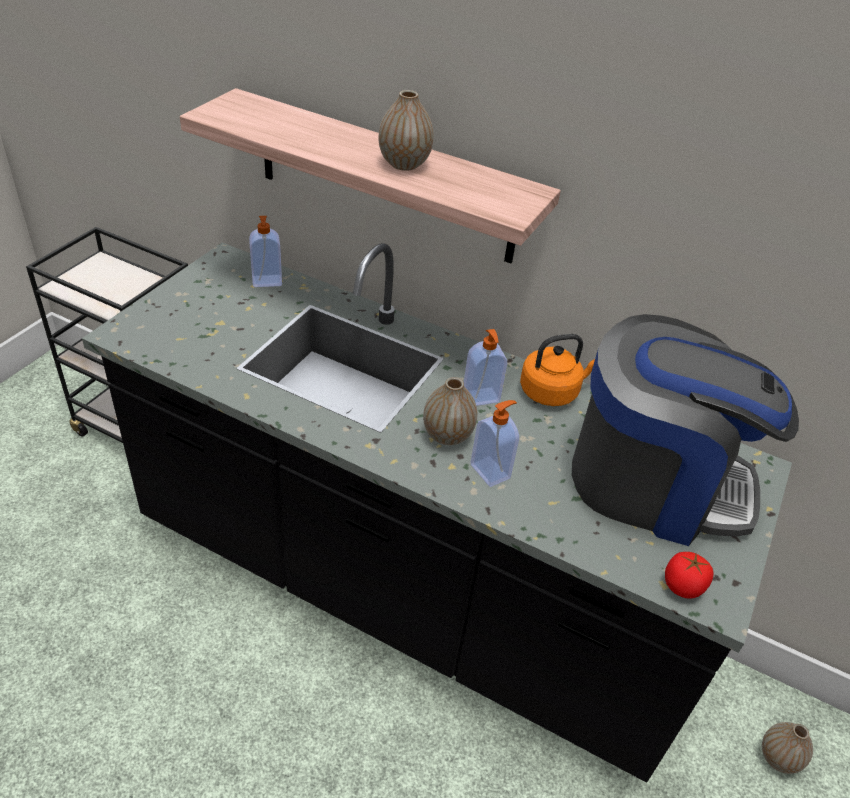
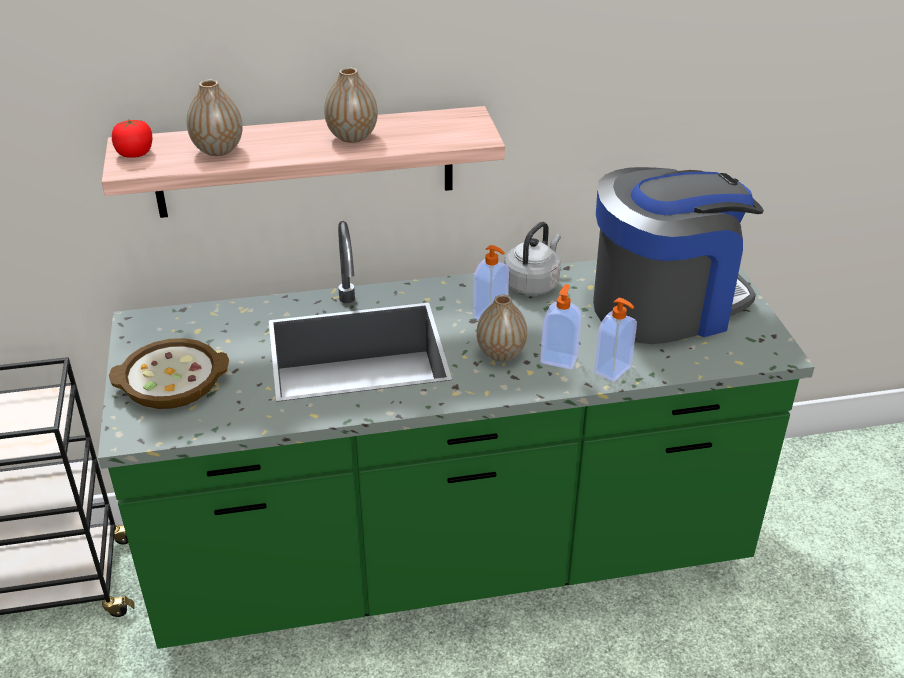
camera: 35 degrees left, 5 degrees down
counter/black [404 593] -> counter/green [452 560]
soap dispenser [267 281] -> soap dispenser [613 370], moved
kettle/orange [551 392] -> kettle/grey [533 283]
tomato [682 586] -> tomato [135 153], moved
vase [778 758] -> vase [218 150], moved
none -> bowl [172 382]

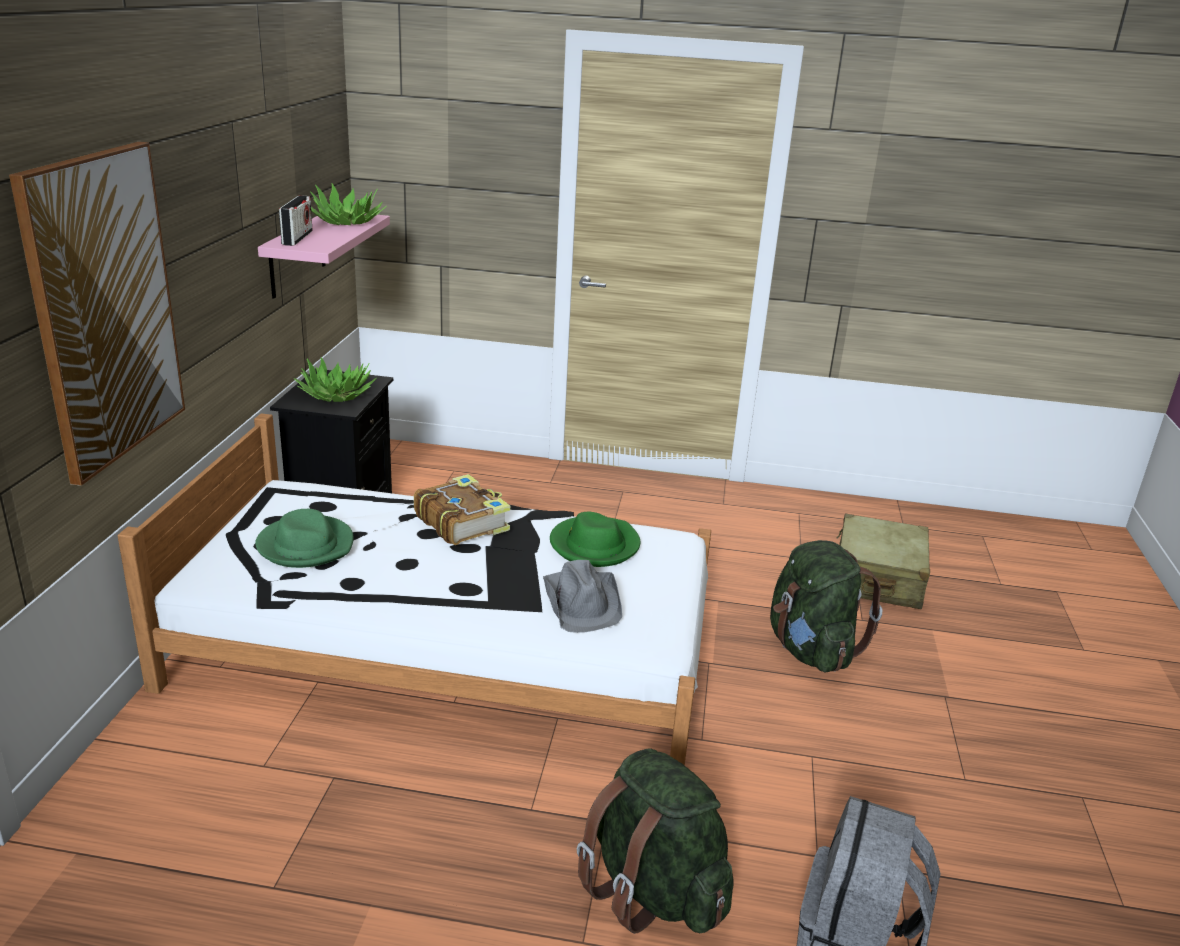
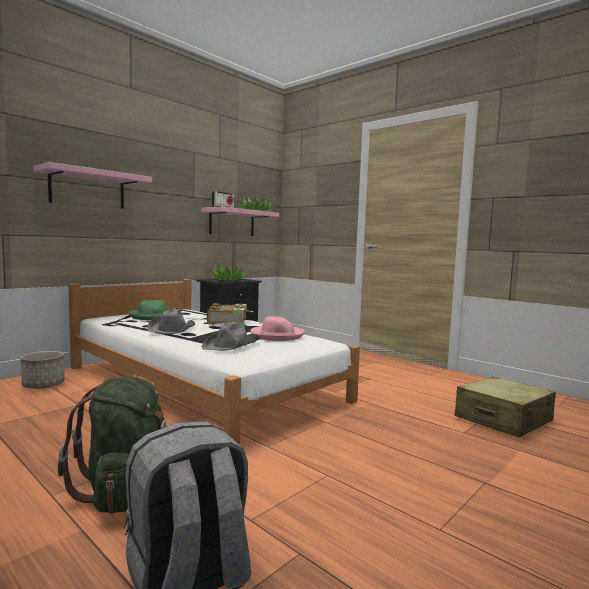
camera: 35 degrees right, 20 degrees down
picture [104 309] -> shelf/pink [87 189]
hat/green [594 545] -> hat/pink [277 335]
backpack/green [810 650] -> none
none -> planter [44 385]
none -> hat/grey [172 329]

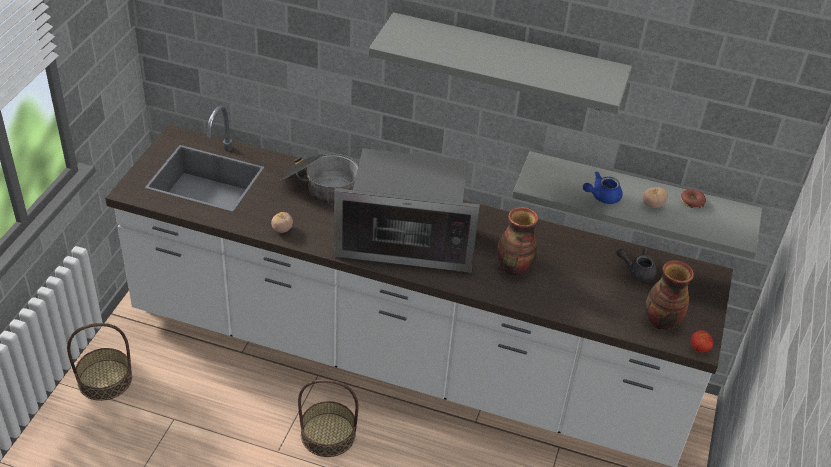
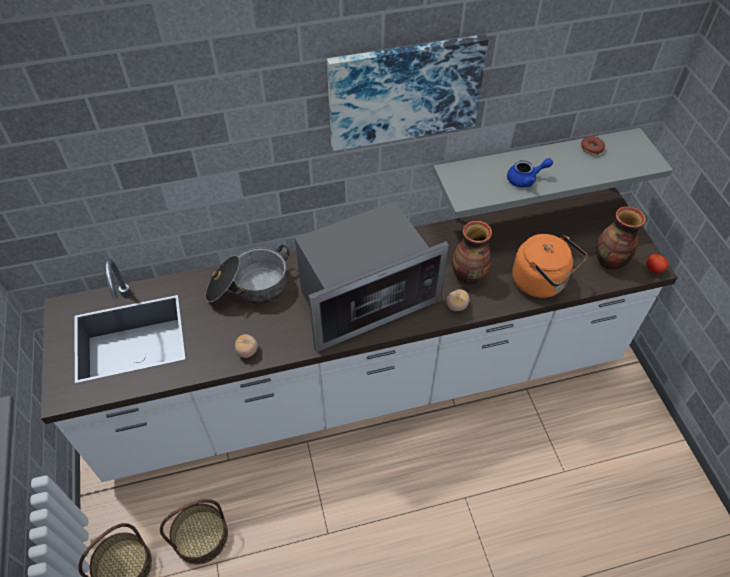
camera: 30 degrees left, 10 degrees up
basket [328 434] -> basket [201 536], moved
shelf/grey [506 62] -> picture [404 91]
teapot/blue [601 196] -> teapot/blue [525 179], 135 degrees counterclockwise
teapot/grey [636 271] -> none
tomato [652 205] -> tomato [456 306], moved
none -> kettle/orange [541 282]

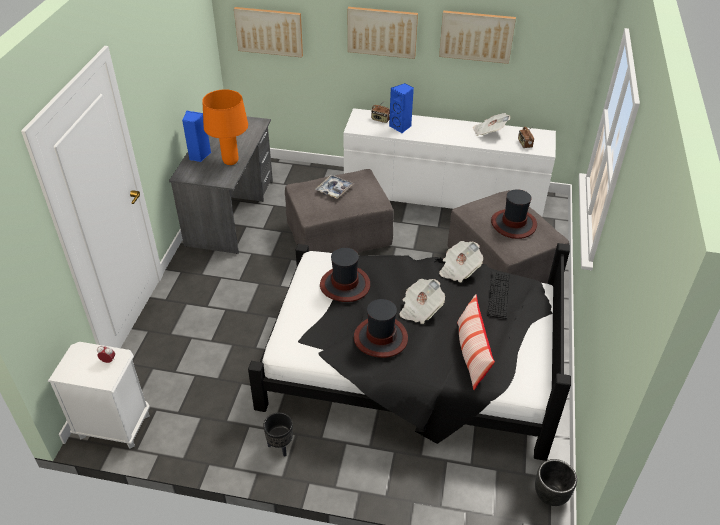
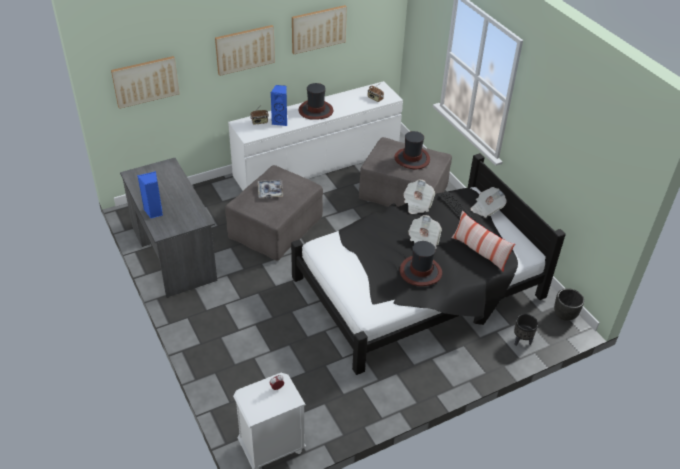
camera: 40 degrees left, 0 degrees up
table lamp/orange [230 161] -> none
planter/black [280 446] -> planter/black [521 341], moved
hat [345 285] -> hat [316 110], moved
newspaper [489 132] -> newspaper [487 209], moved

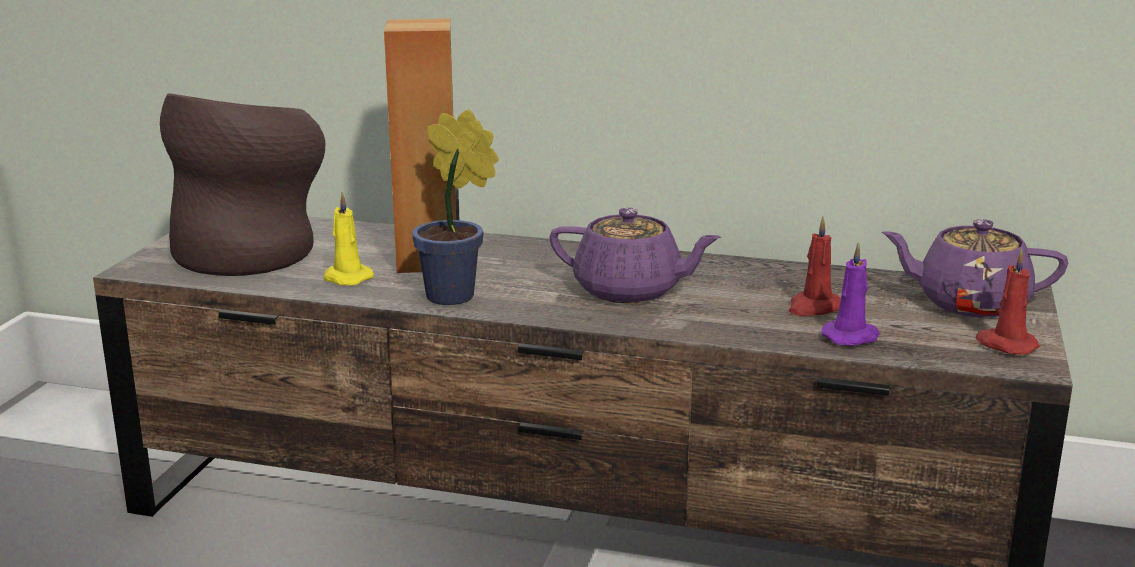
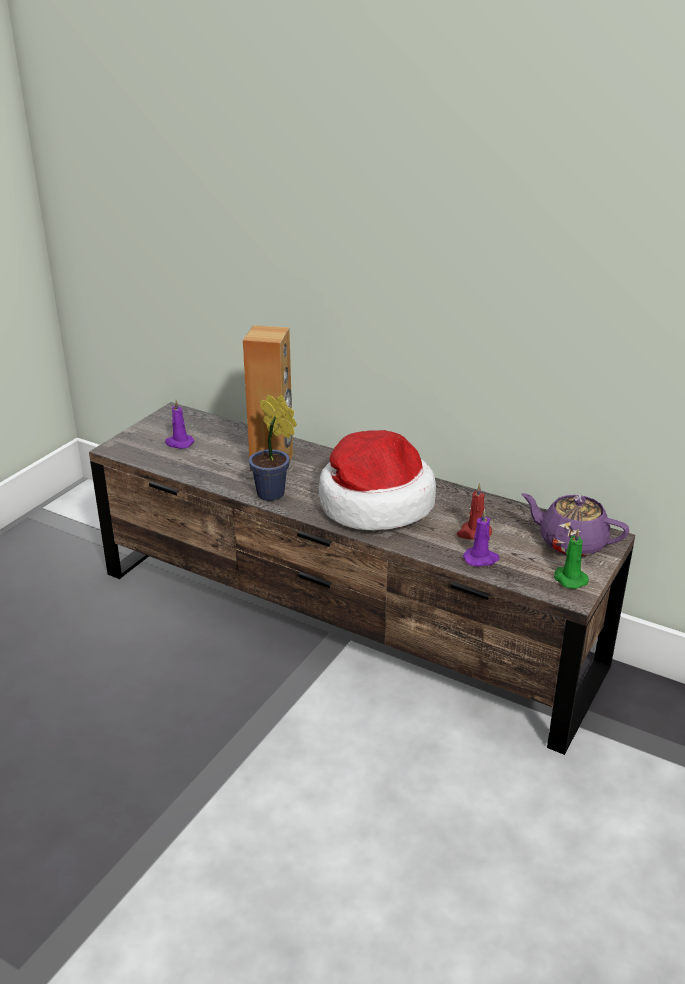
camera: 15 degrees right, 10 degrees up
vase/brown [253 252] -> candle/purple [179 443]
candle/yellow [346 278] -> none
teapot/purple [630 291] -> hat [374 503]
candle/red [1005 345] -> candle/green [569 579]

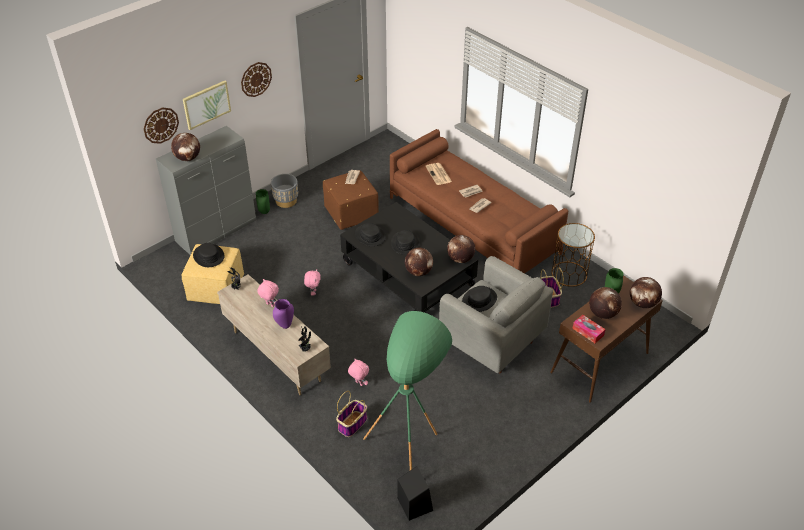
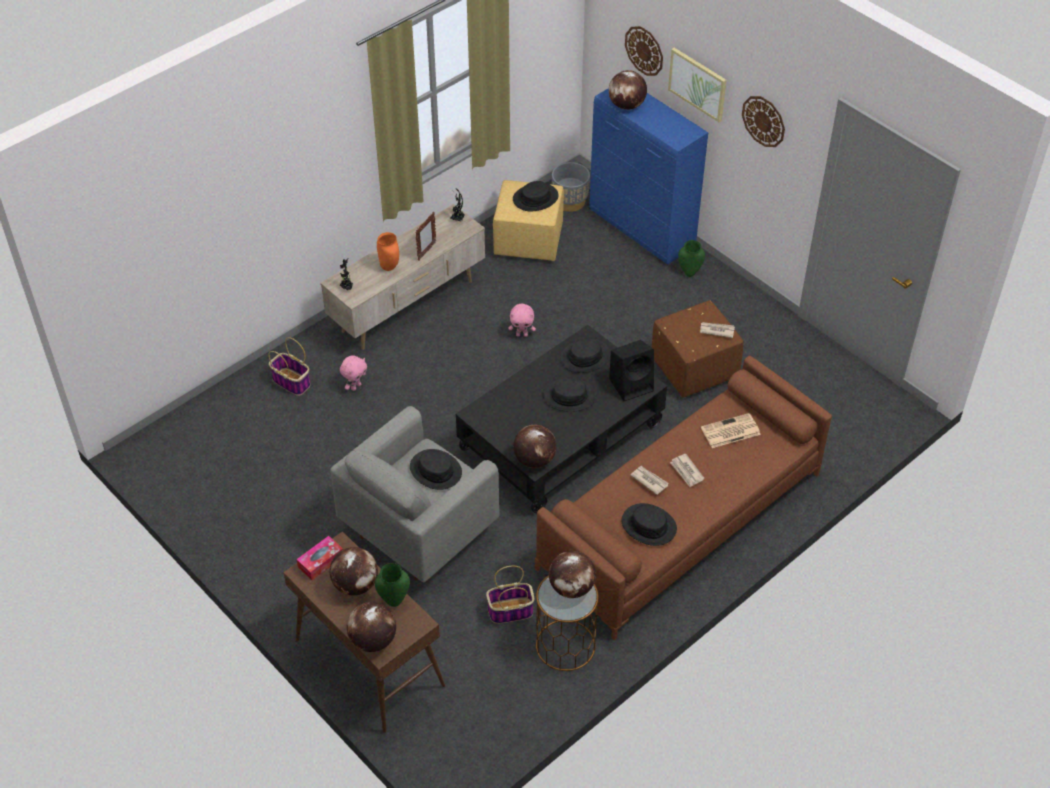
camera: 90 degrees right, 5 degrees up
cabinet/grey [217 232] -> cabinet/blue [642 229]
plush toy/pink [270 305] -> picture frame [426 251]
planter/grey [286 201] -> planter/grey [570 202], moved
vase/purple [285 326] -> vase/orange [389 267]
floor lamp/green [410 442] -> none
speaker/black [414 504] -> speaker/black [632 384], moved
globe [418 272] -> globe [572 588], moved
none -> hat/black [649 525]

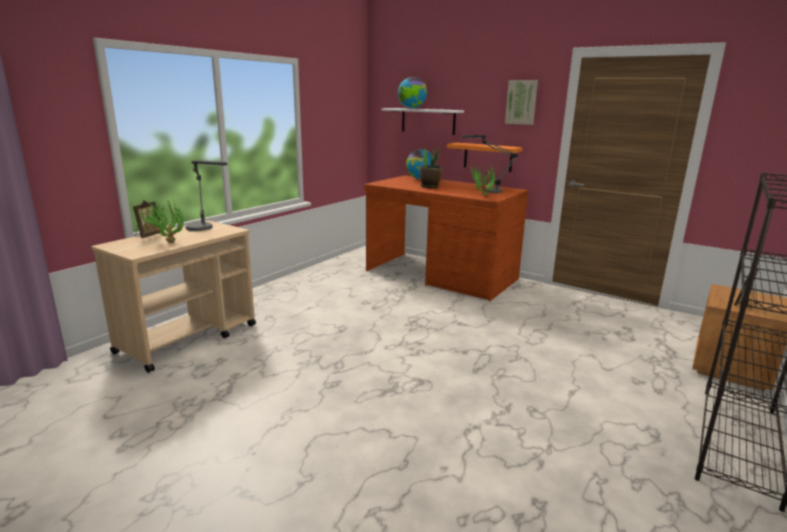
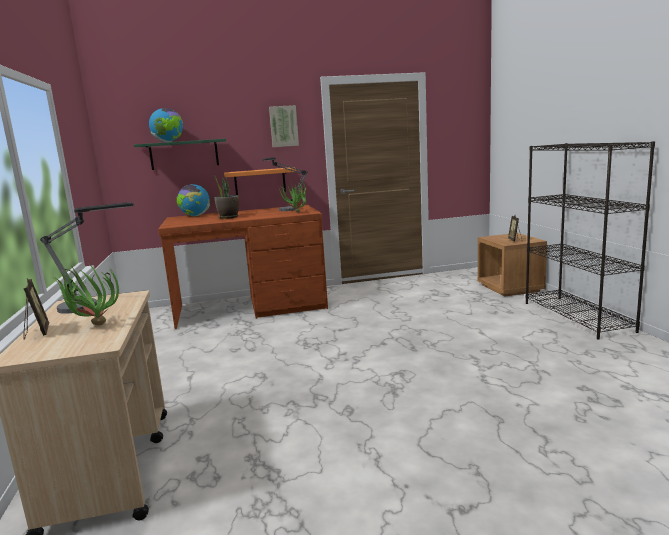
camera: 45 degrees left, 5 degrees down
shelf/white [428 121] -> shelf/green [184 154]

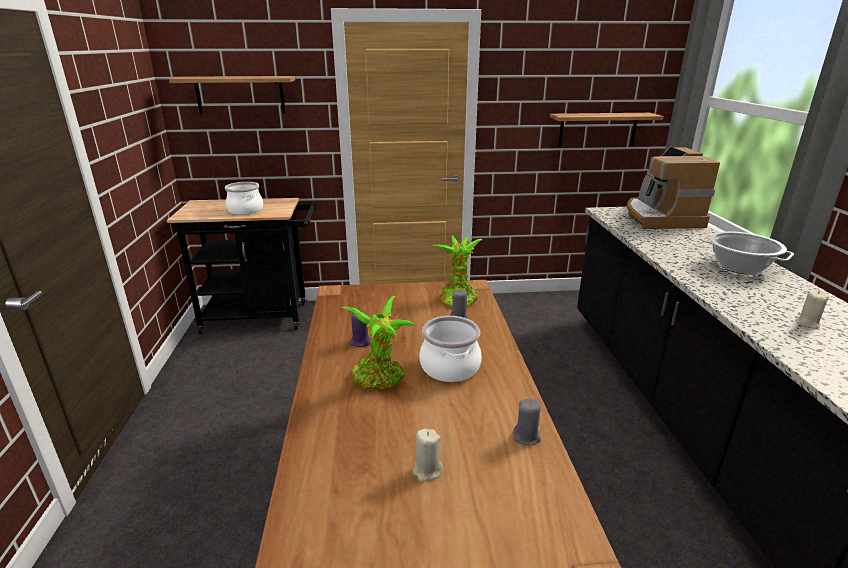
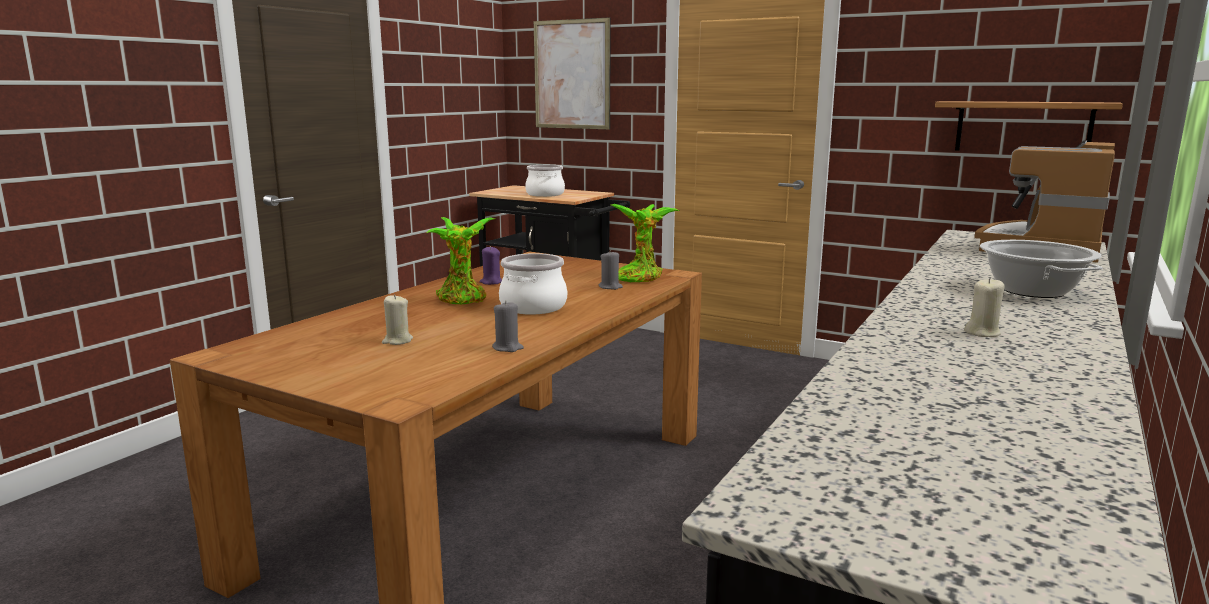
camera: 35 degrees right, 10 degrees down
shelf [240 95] -> picture [572 74]

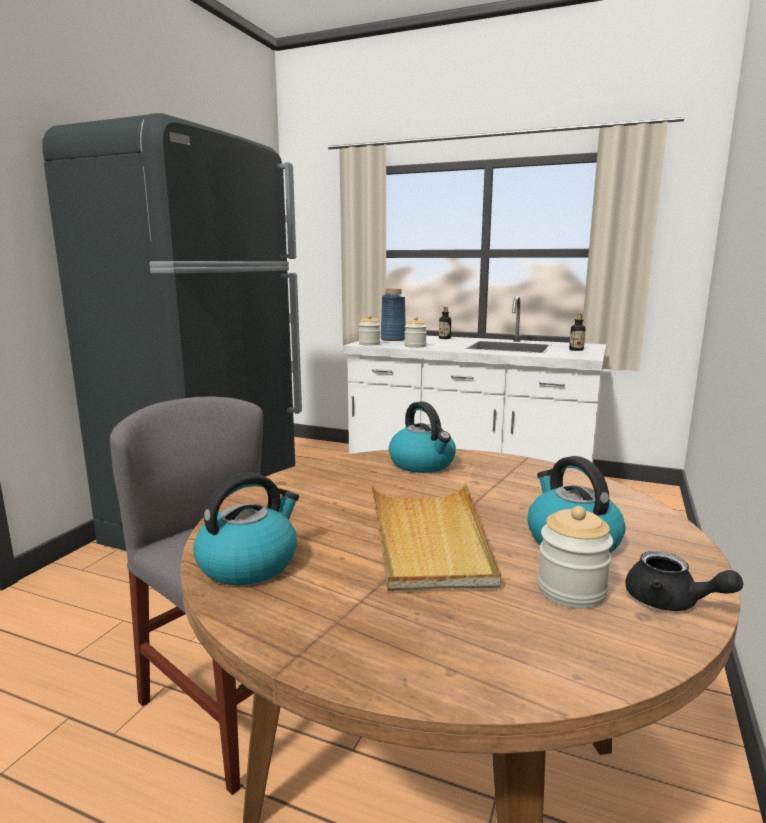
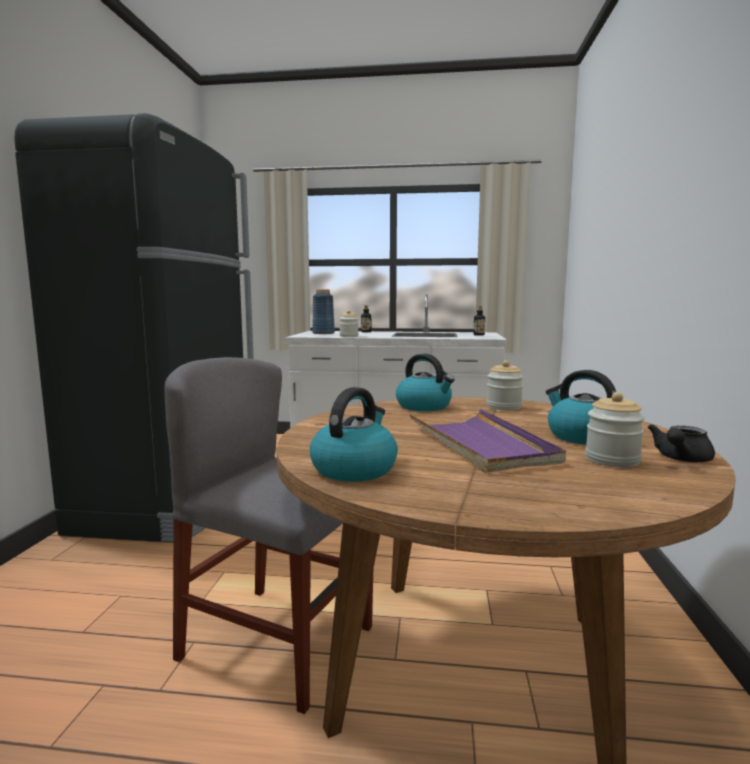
camera: 15 degrees left, 5 degrees down
jar [369 344] -> jar [503 407], moved
tray/beige [429 539] -> tray/purple [480 444]
teapot/black [670 602] -> teapot/black [680 459], 105 degrees clockwise

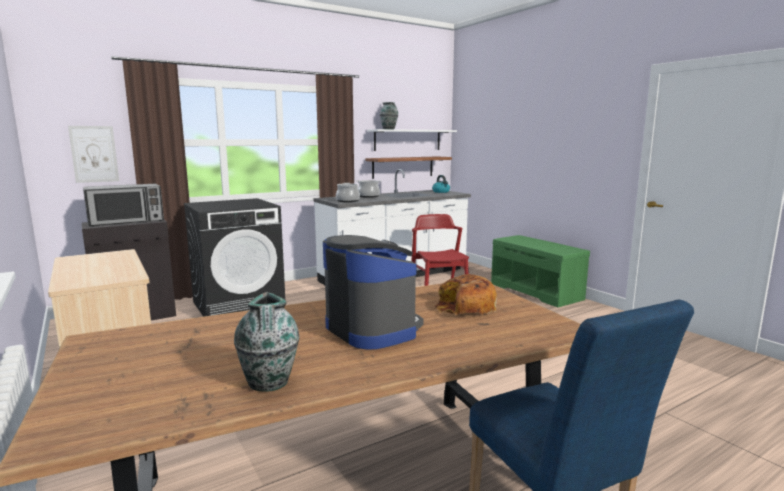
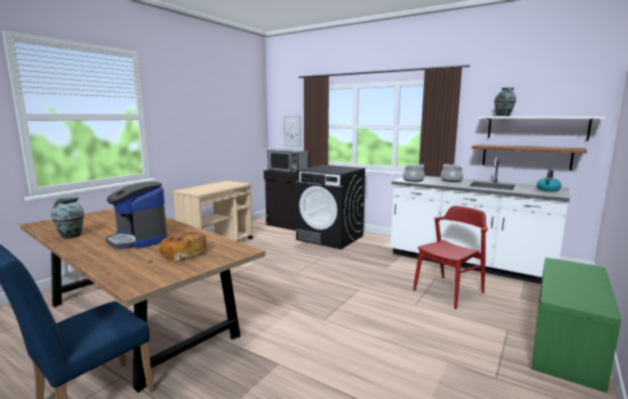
camera: 65 degrees right, 0 degrees up
coffee machine [372 329] -> coffee machine [139 240], 105 degrees clockwise

